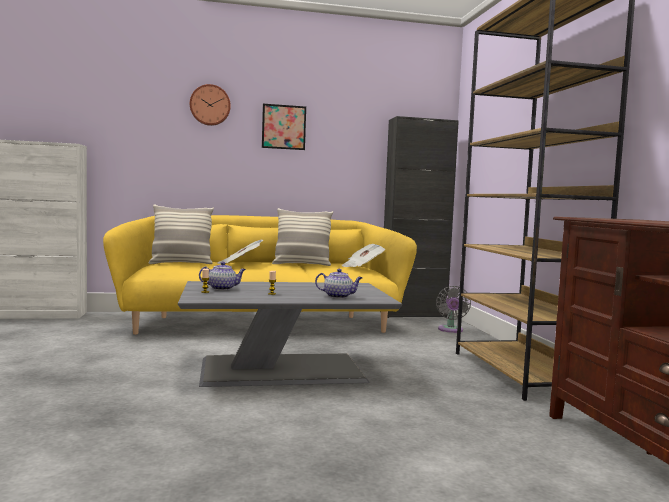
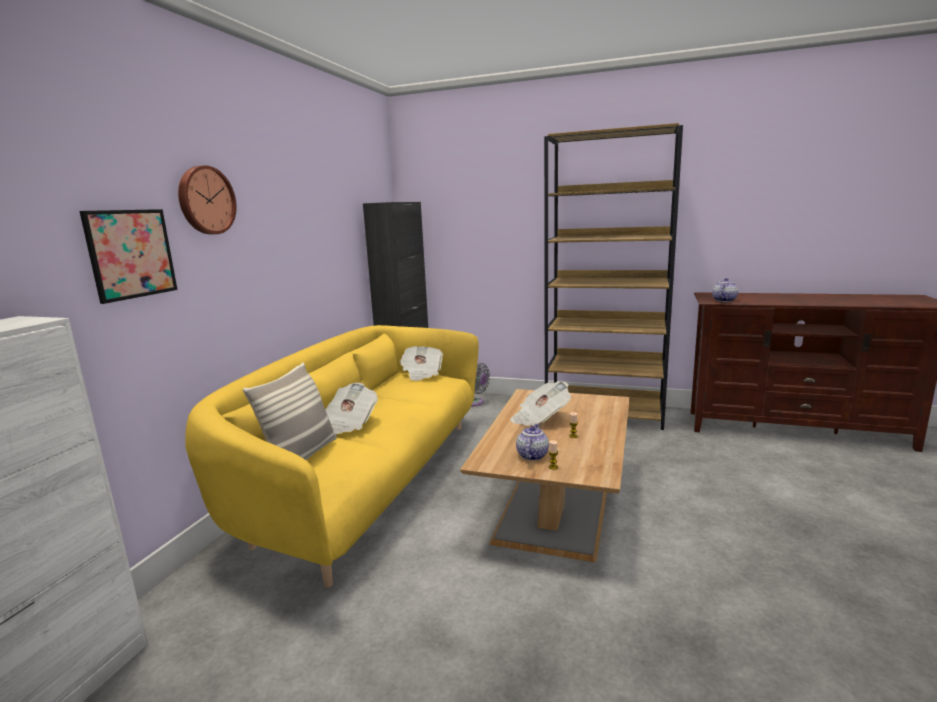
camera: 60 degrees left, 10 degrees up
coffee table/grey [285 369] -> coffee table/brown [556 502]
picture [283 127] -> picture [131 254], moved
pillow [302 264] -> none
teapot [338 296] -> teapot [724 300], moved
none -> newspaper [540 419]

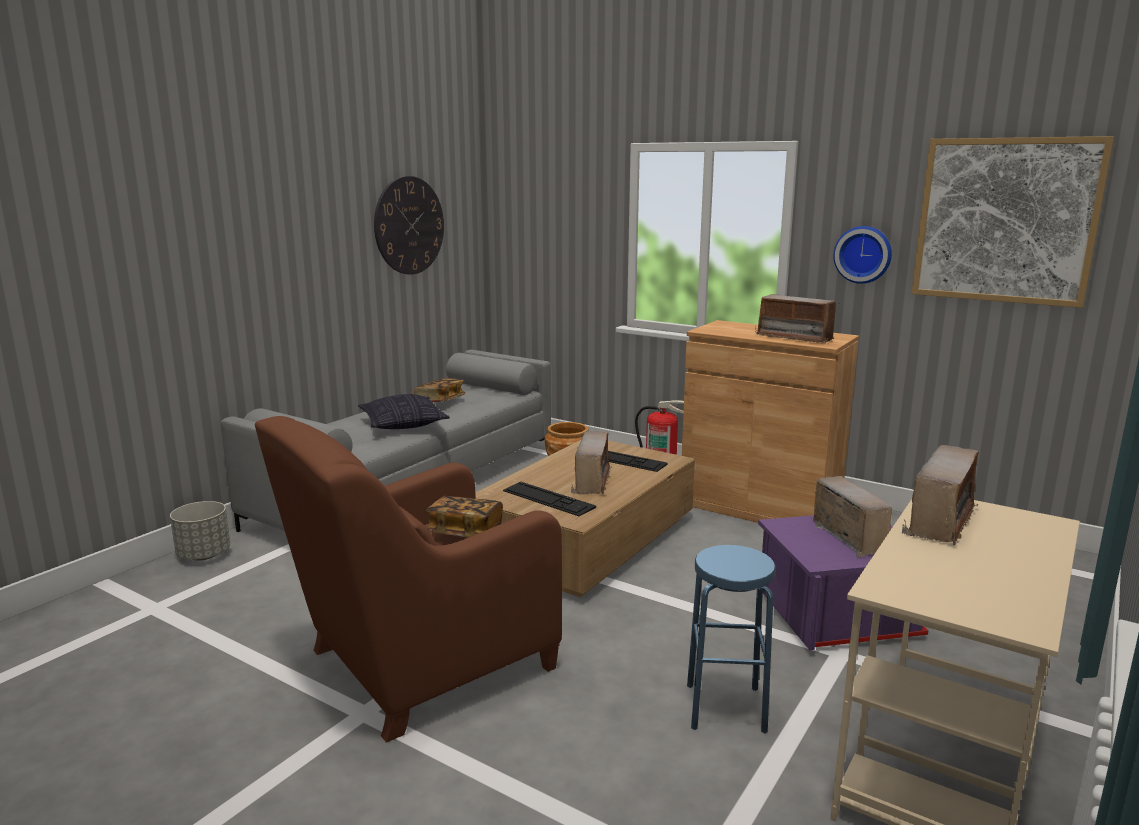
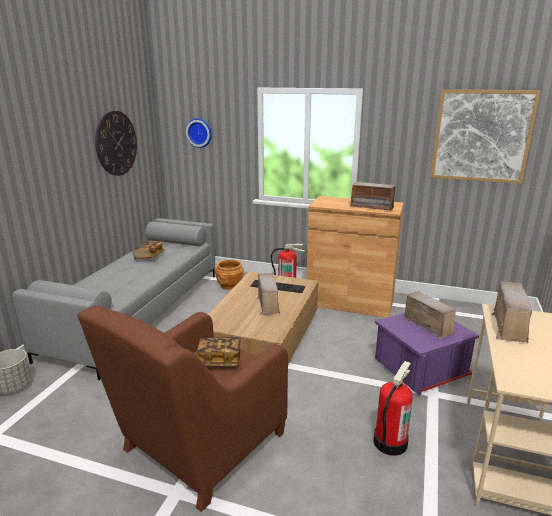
camera: 15 degrees left, 5 degrees up
pillow [403 425] -> none
keyboard [548 499] -> none
stool/blue [725 707] -> fire extinguisher [389 442]
wall clock [863 254] -> wall clock [200 132], moved

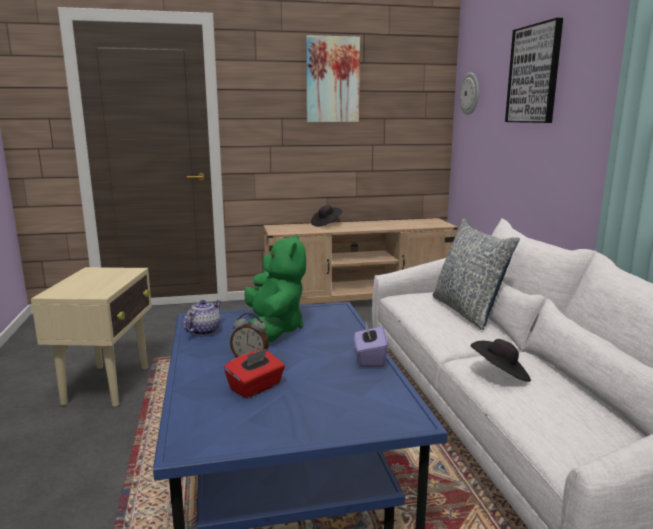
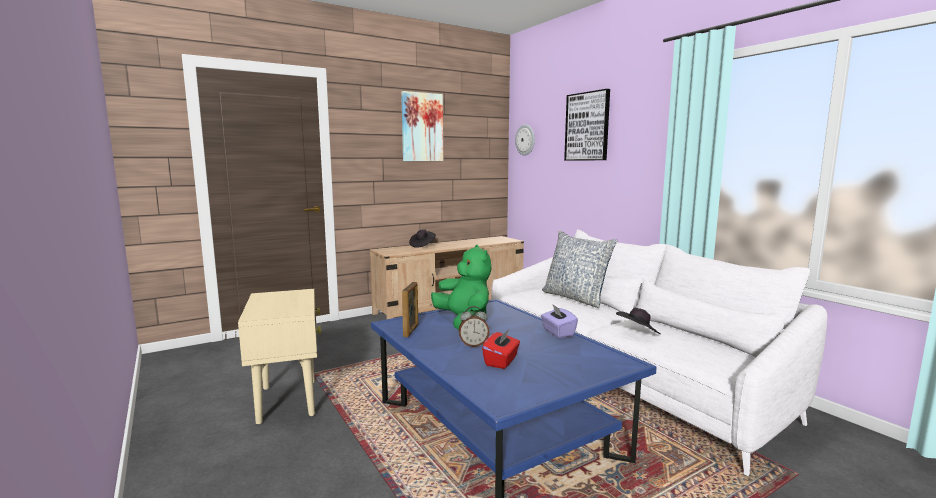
camera: 20 degrees left, 5 degrees down
teapot [204 331] -> picture frame [411 331]

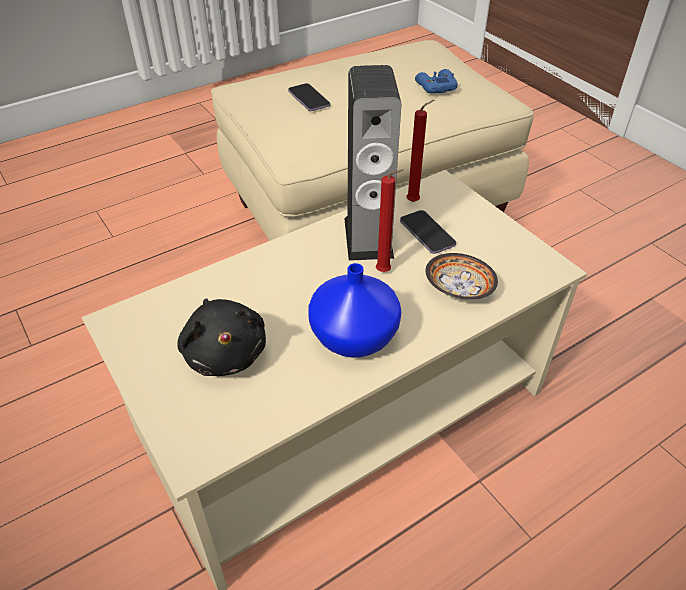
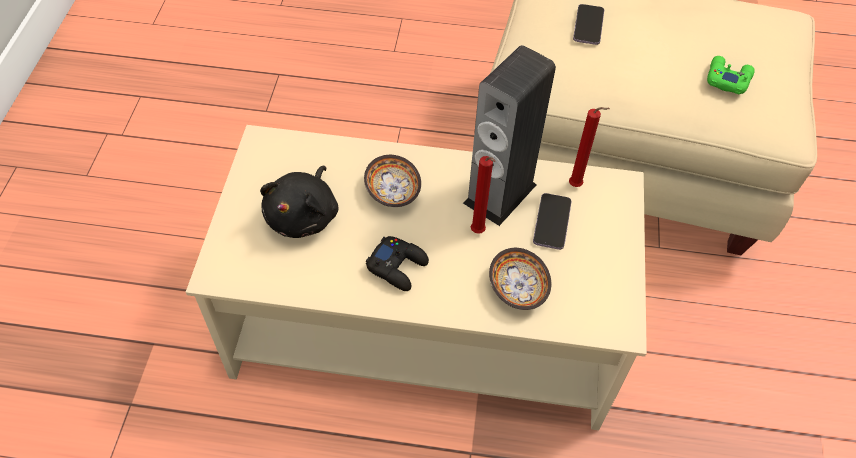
camera: 40 degrees right, 10 degrees up
vase/blue [353 336] -> game controller/black [398 266]
game controller/blue [435 86] -> game controller/green [727 79]
none -> bowl [392 191]

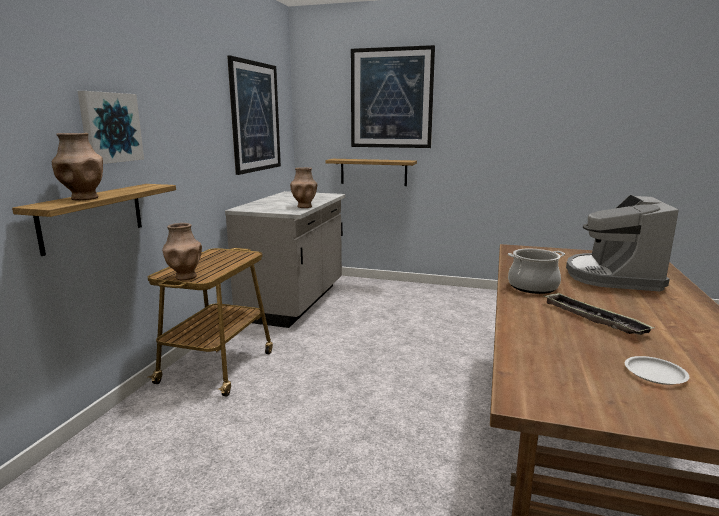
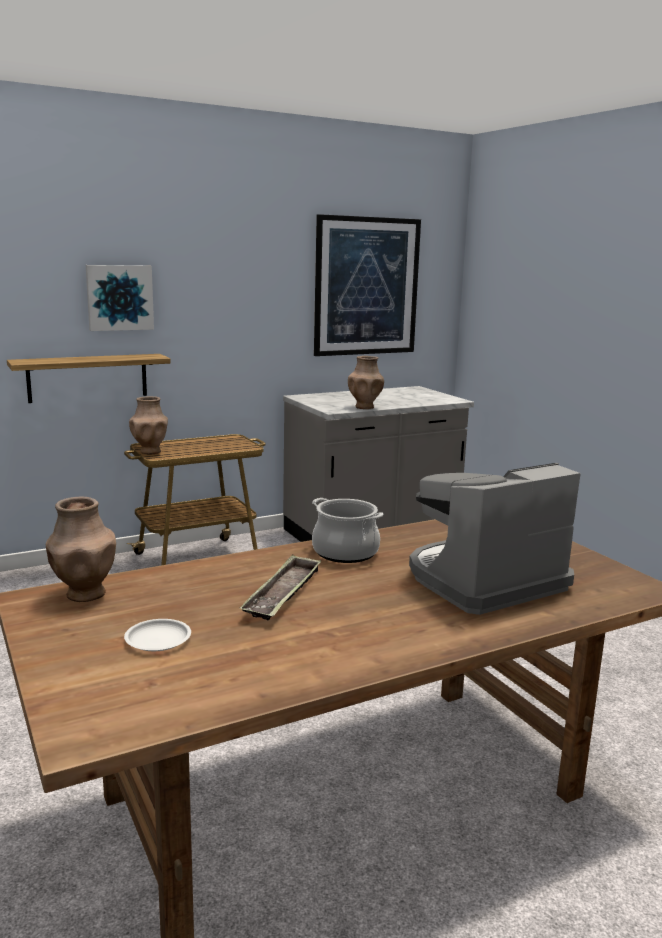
camera: 45 degrees right, 0 degrees up
vase/brown [84 198] -> vase/brown [84 594], moved
shelf [373 172] -> none
picture [391 98] -> none

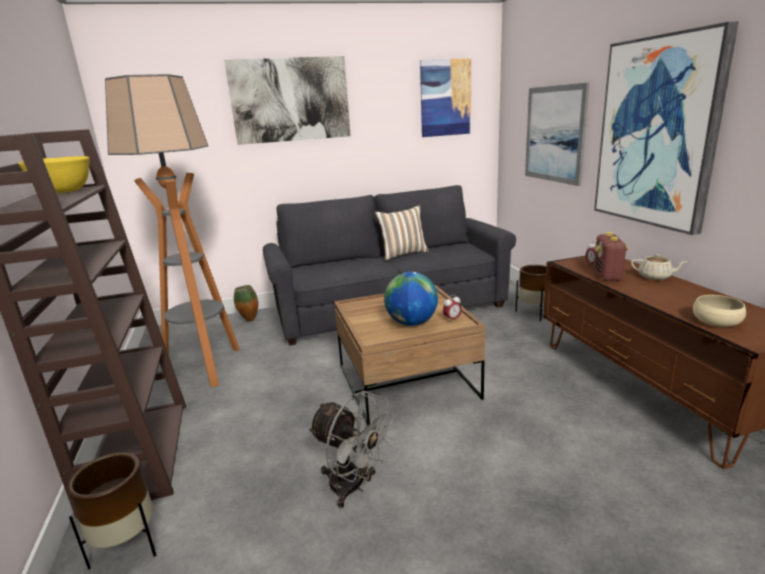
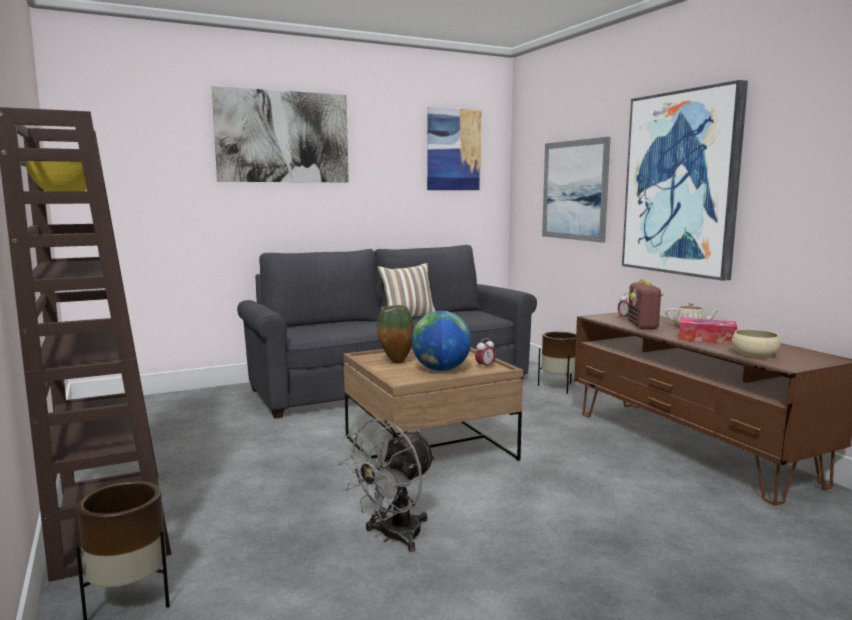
camera: 10 degrees left, 10 degrees down
floor lamp [206 367] -> none
vase [249 320] -> vase [395 362], moved
fan/grey [354 487] -> fan/grey [393 537], 105 degrees clockwise
none -> tissue box [706 339]

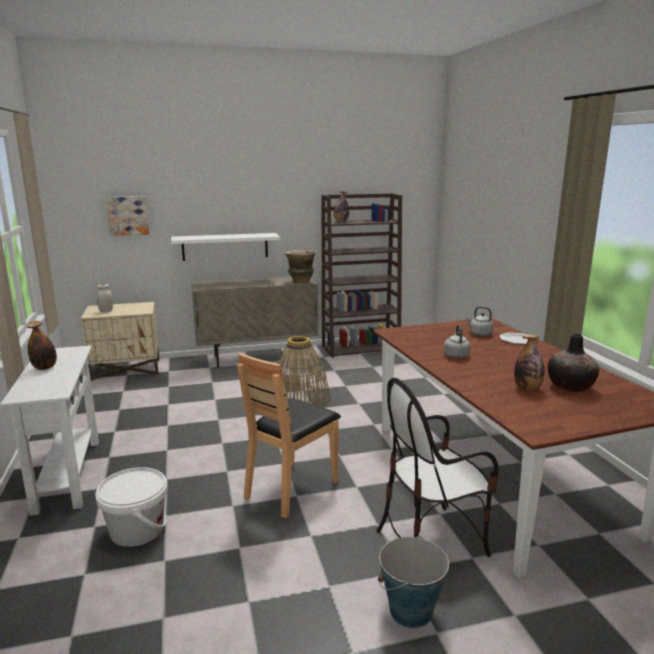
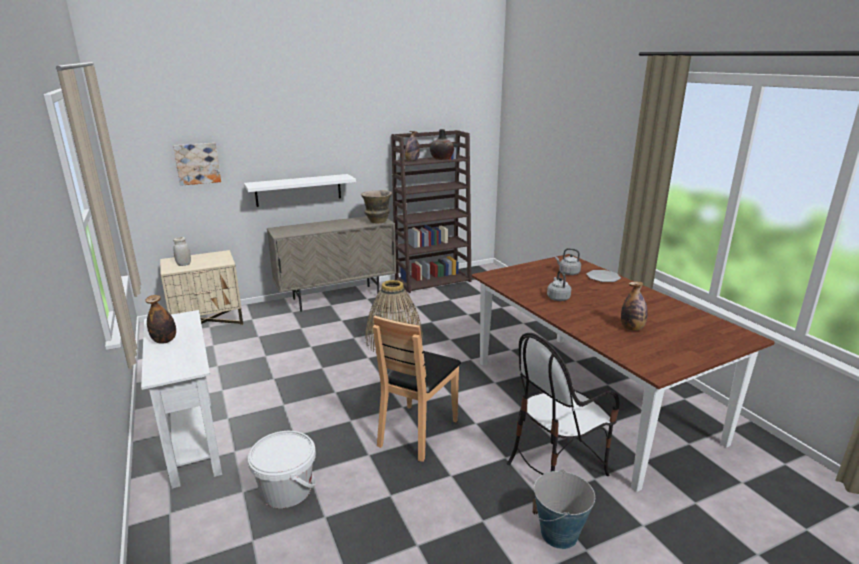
camera: 10 degrees left, 5 degrees up
vase [570 387] -> vase [442 158], moved

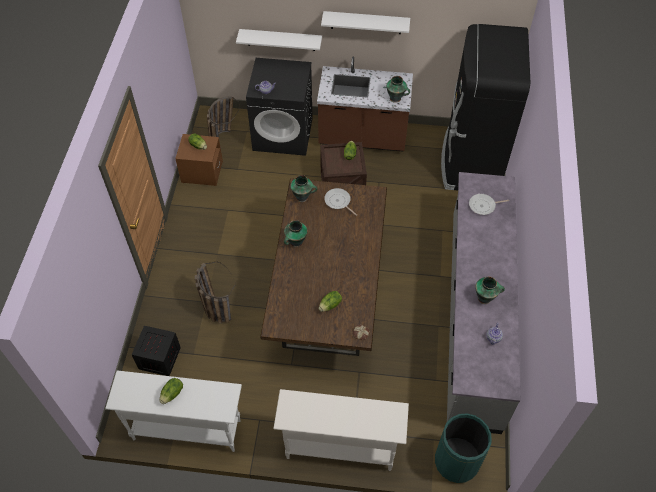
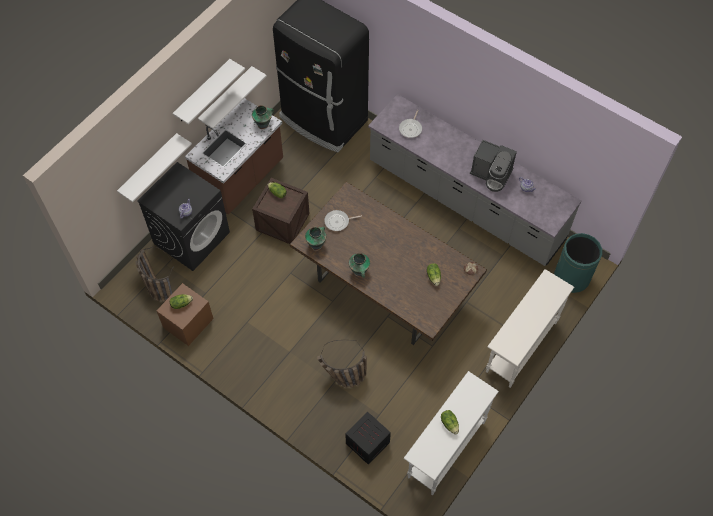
camera: 60 degrees left, 5 degrees up
vase [485 298] -> coffee machine [491 174]
none -> shelf/white [226 97]

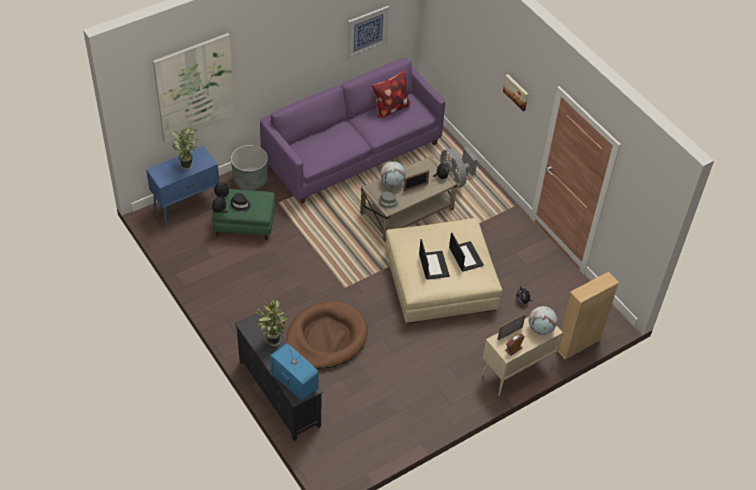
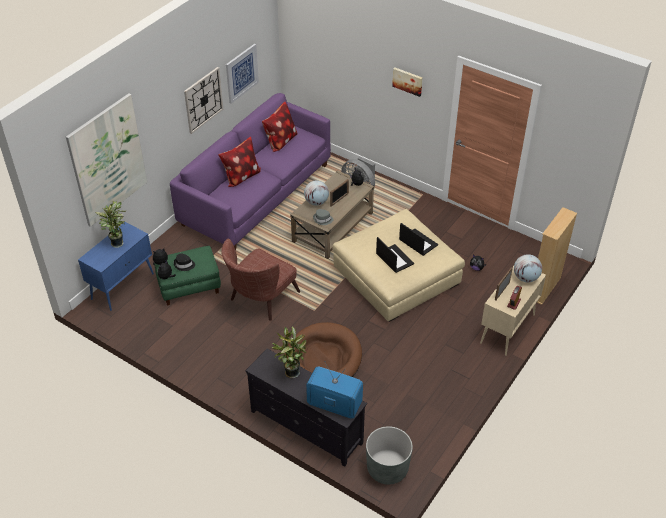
camera: 20 degrees left, 5 degrees down
planter/grey [250 180] -> planter/grey [387 468], moved
none -> wall clock [203 100]
none -> pillow [241 177]
none -> armchair/brown [260 300]

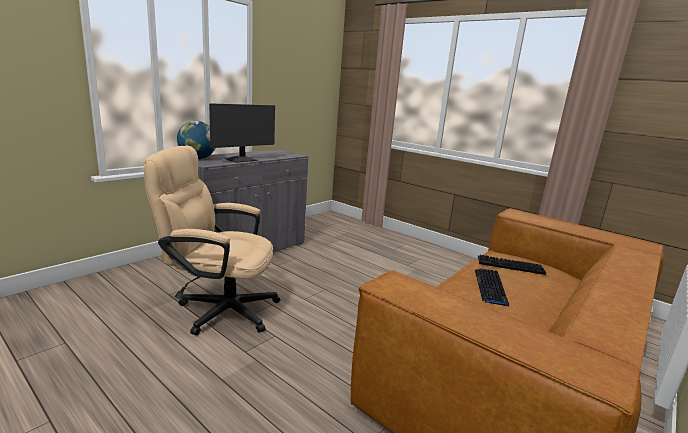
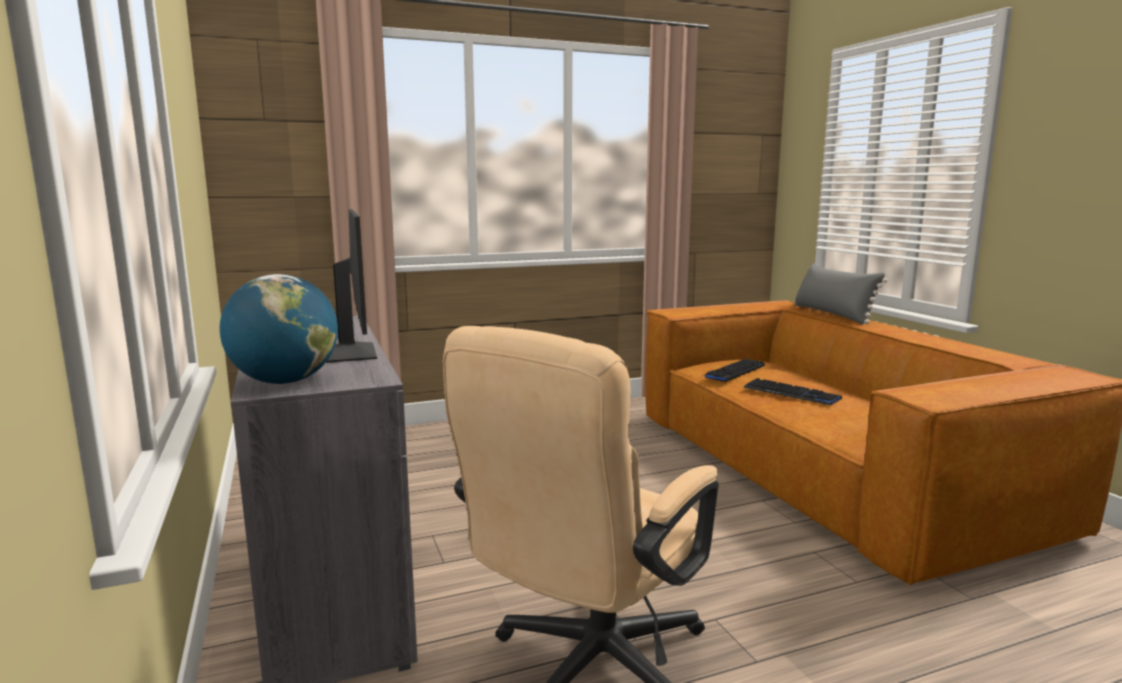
camera: 60 degrees left, 5 degrees down
none -> pillow/grey [832 314]

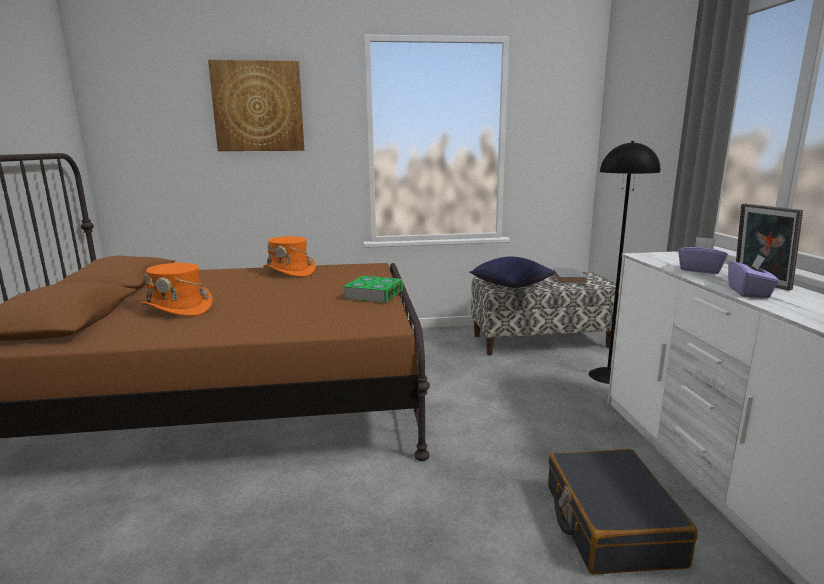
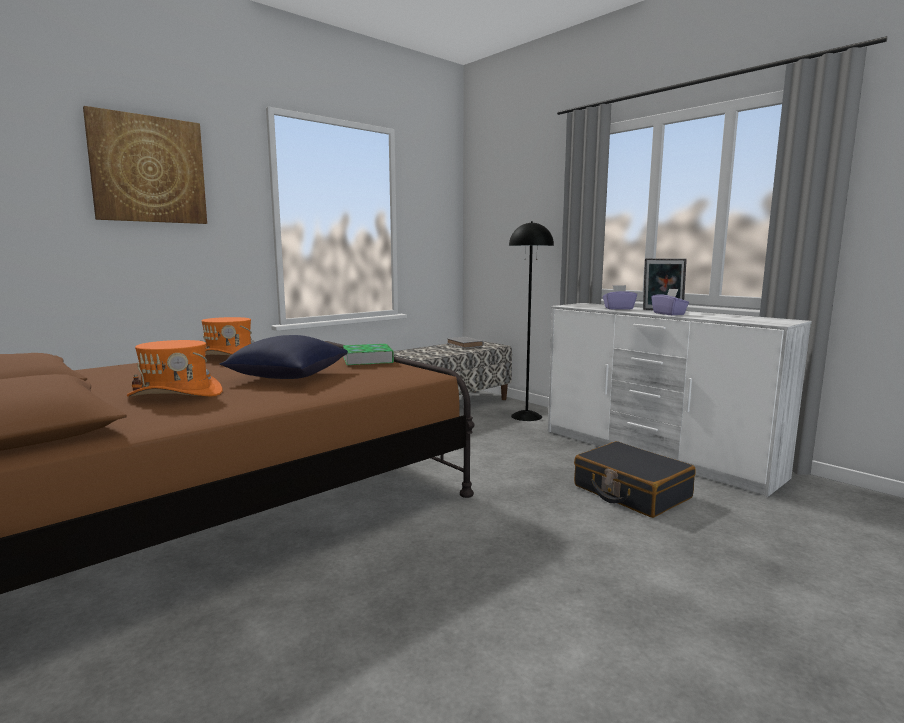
camera: 35 degrees left, 5 degrees down
pillow/blue [511 284] -> pillow/blue [287 376], moved

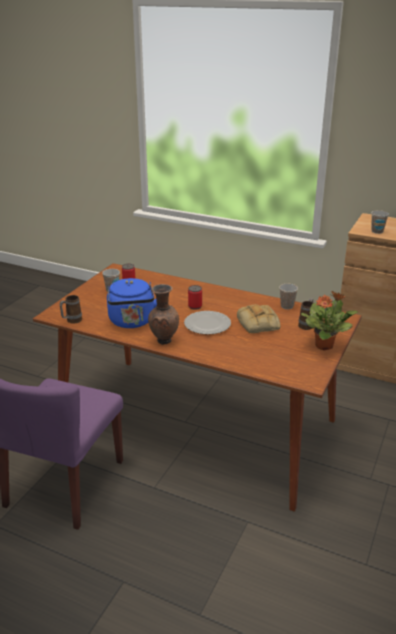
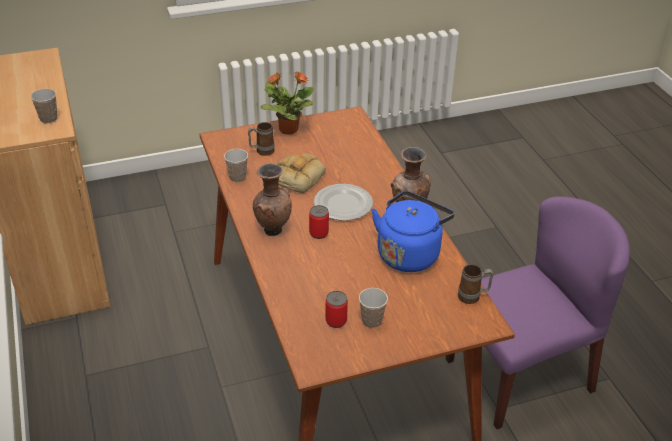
camera: 135 degrees left, 10 degrees up
none -> vase/brown [272 230]

